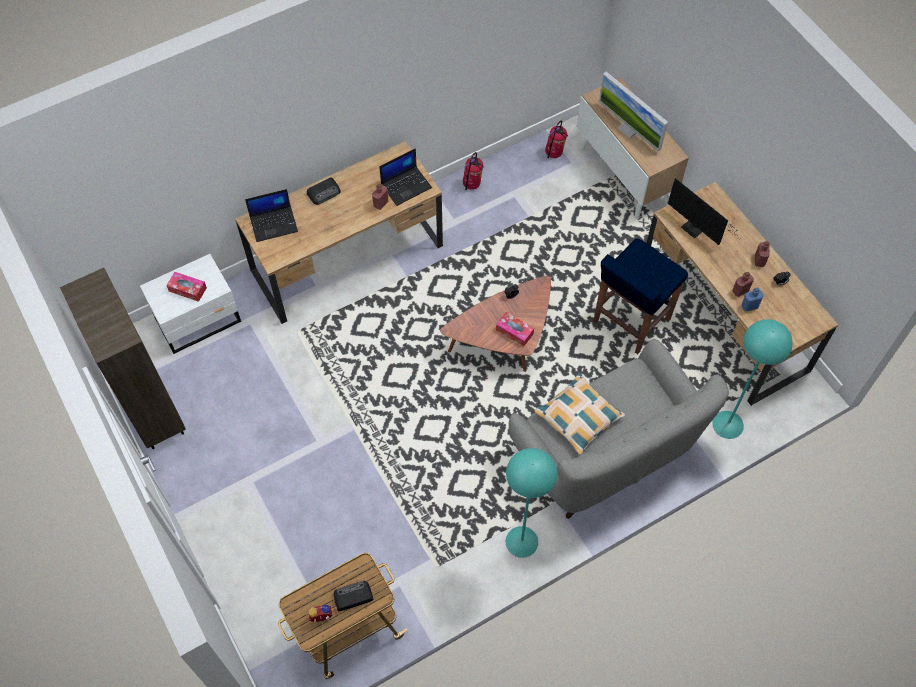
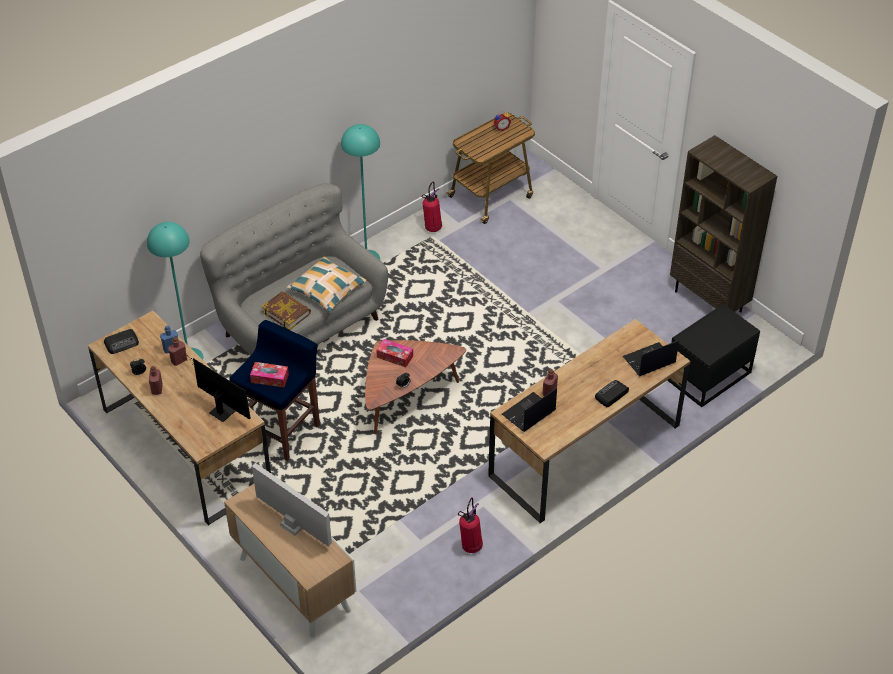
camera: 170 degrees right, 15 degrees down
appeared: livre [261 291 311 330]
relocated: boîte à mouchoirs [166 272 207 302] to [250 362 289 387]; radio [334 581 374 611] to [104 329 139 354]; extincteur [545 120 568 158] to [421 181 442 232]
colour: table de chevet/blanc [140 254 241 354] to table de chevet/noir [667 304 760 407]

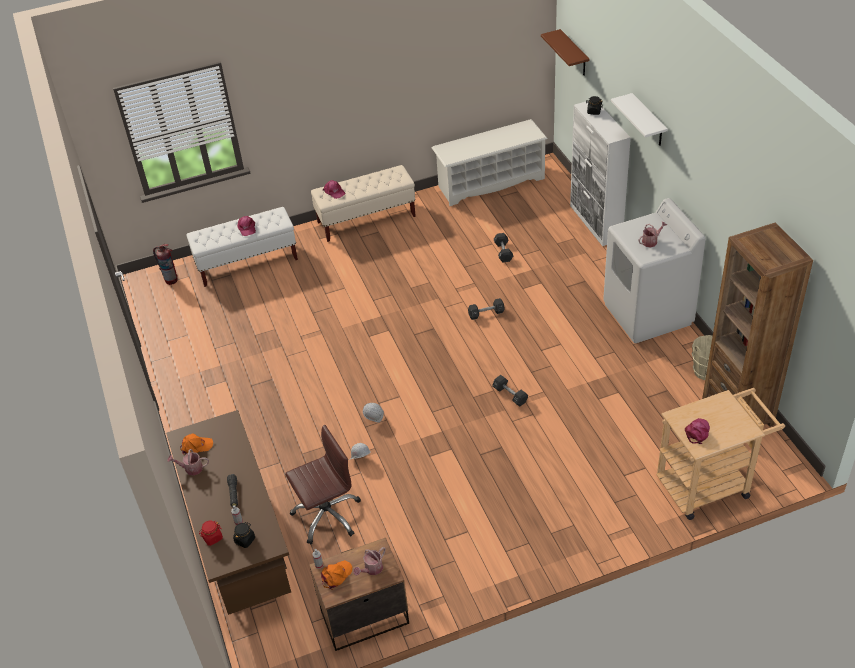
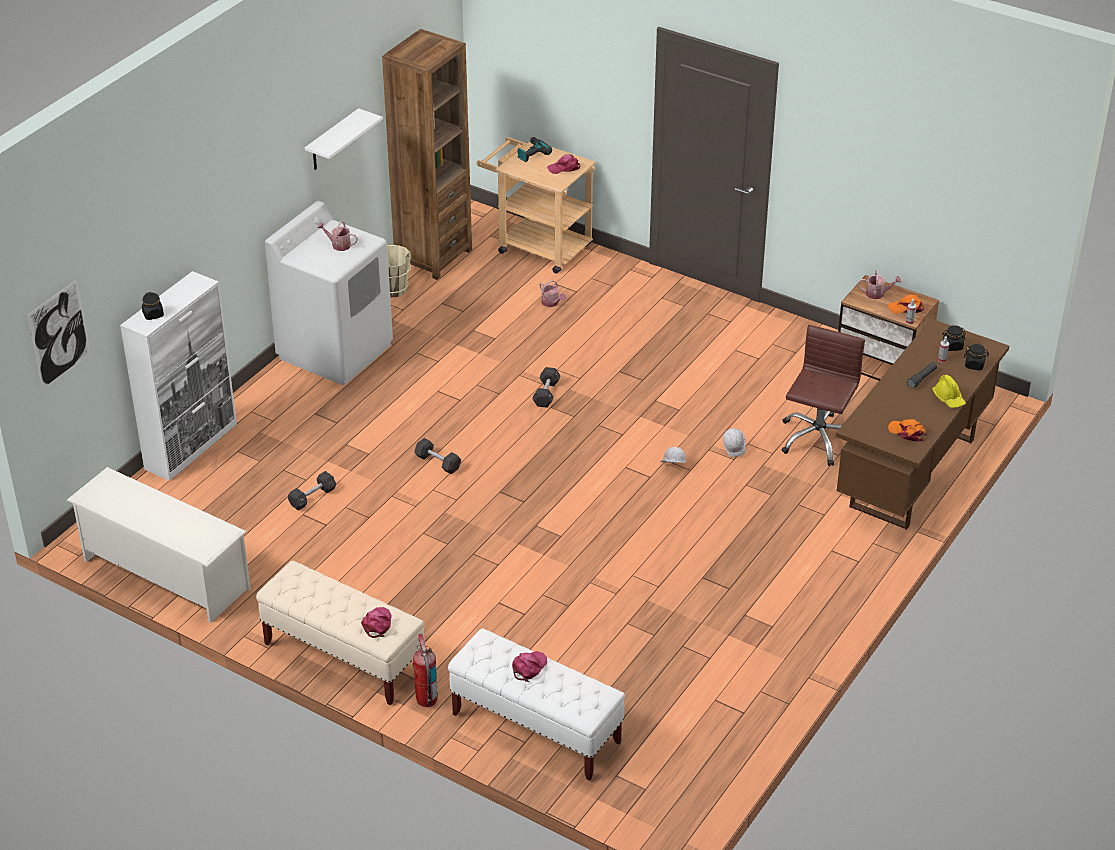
camera: 130 degrees left, 5 degrees down
appeared: perceuse [518 137 552 162]; casque de chantier/jaune [932 375 966 408]
relocated: extincteur [153 244 178 285] to [412 634 438 707]; arrosoir [167 449 209 476] to [539 280 566 307]; étagère/blanc [611 93 668 146] to [305 108 383 170]
exchanged: étagère/marron [541 29 590 76] to tableau [27 280 90 390]
colour: bocal/rouge [199 521 223 546] to bocal/noir [964 344 989 370]
spun: chaise de bureau/marron [285 424 361 544] = [782 325 865 466] 90 degrees clockwise

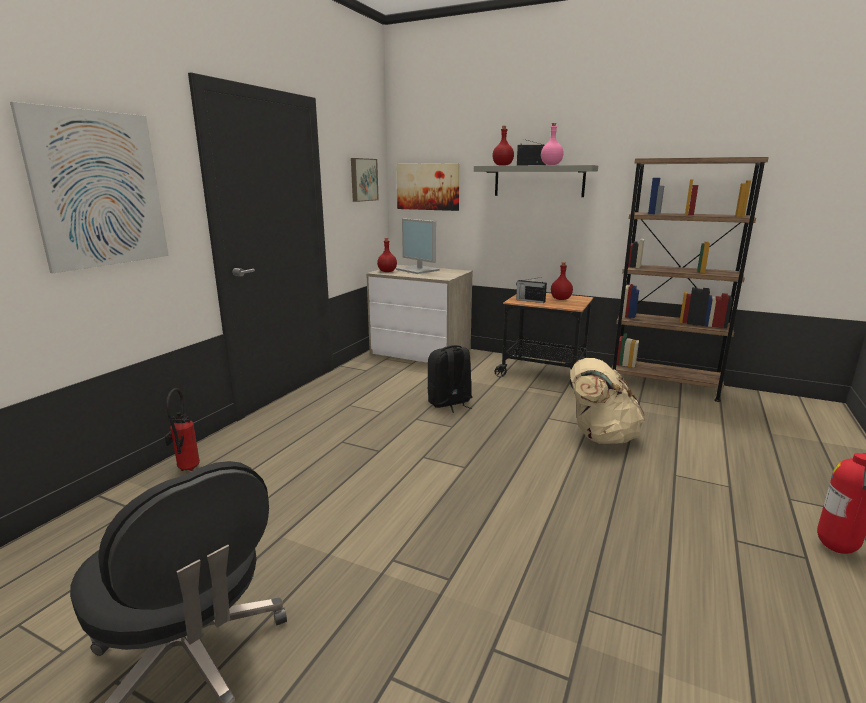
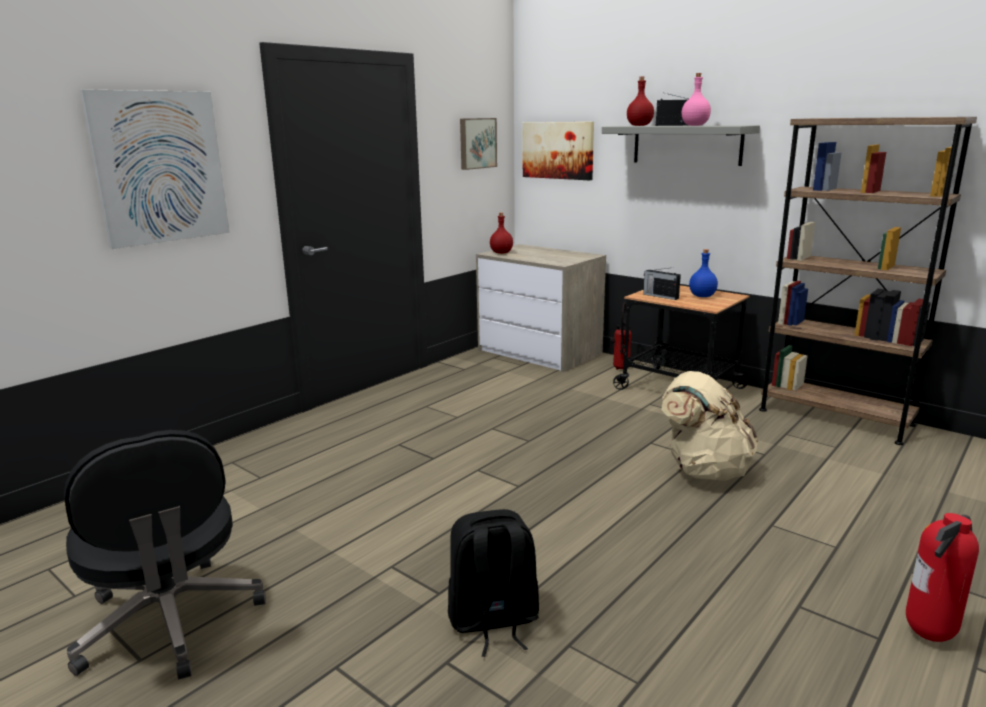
camera: 15 degrees right, 0 degrees up
missing: écran d'ordinateur [396 218 440 274]
relocated: extincteur [165 388 200 471] to [610 302 632 370]; sac à dos/noir [428 345 472 413] to [448 509 539 657]
colour: bouteille/rouge [551 262 573 300] to bouteille/bleu [689 249 718 297]

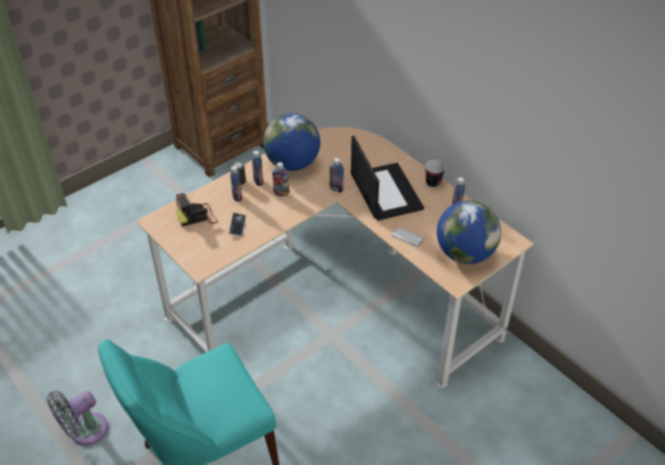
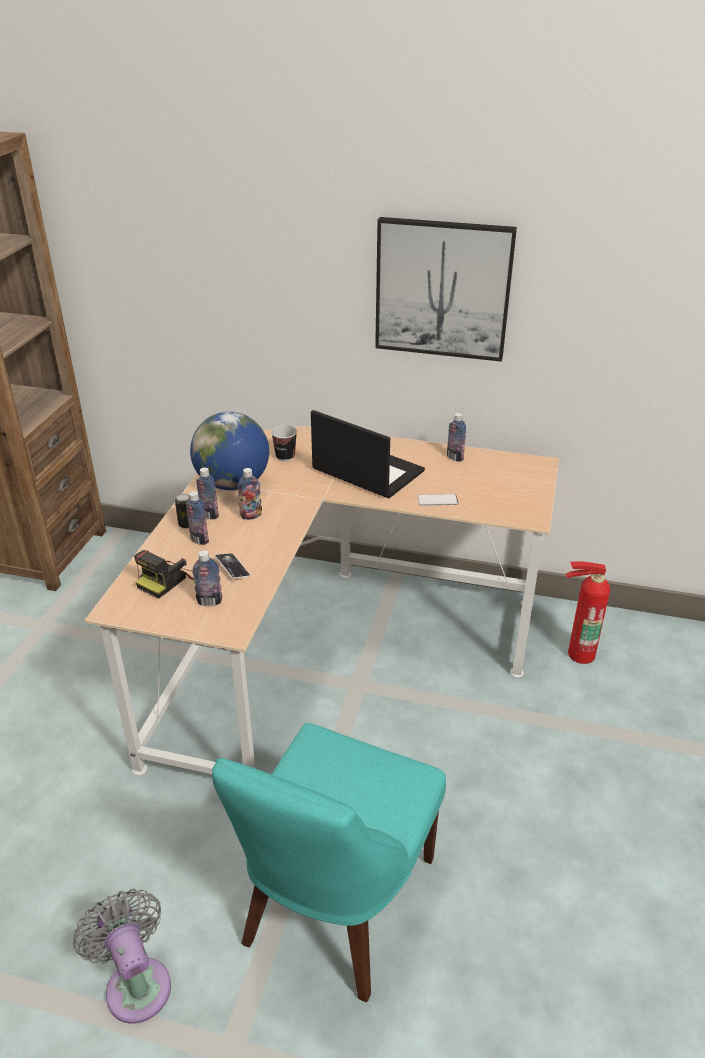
camera: 35 degrees left, 10 degrees down
missing: globe [437 200 501 264]
appeared: tableau [375 217 517 362]; extincteur [566 561 610 664]
relocated: bouteille [330 158 344 192] to [192 550 223 606]; tasse [425 159 446 188] to [271 425 297 461]
spun: ventilateur/gris [47 391 108 446] = [73 889 171 1024] 135 degrees clockwise

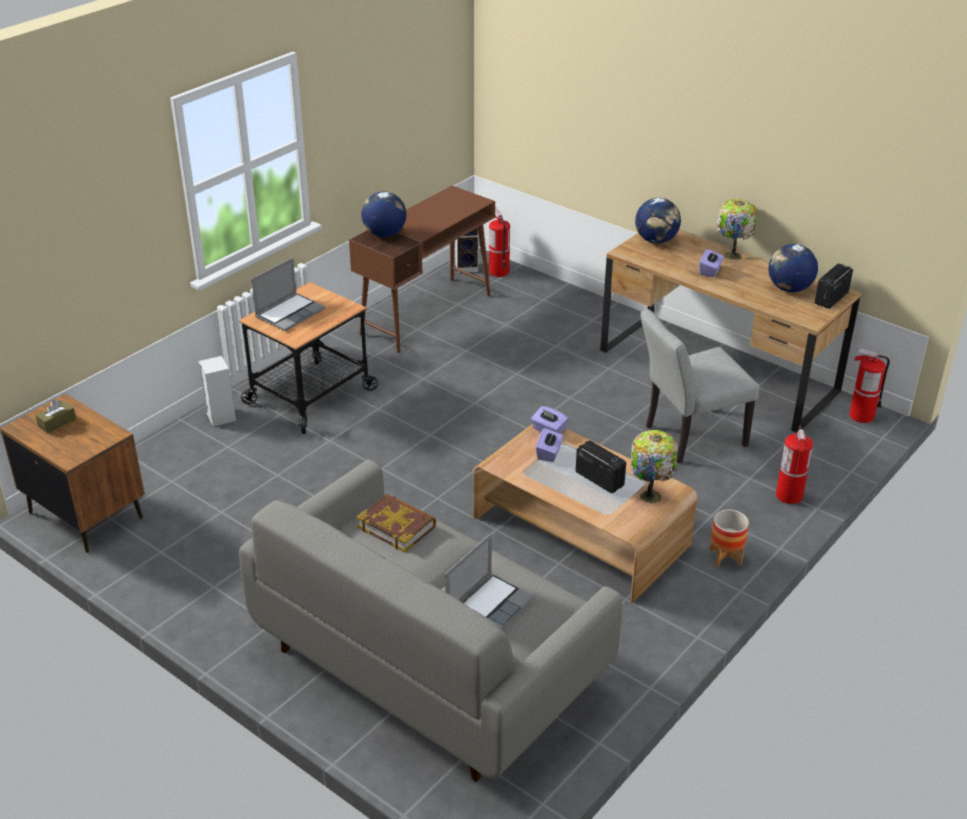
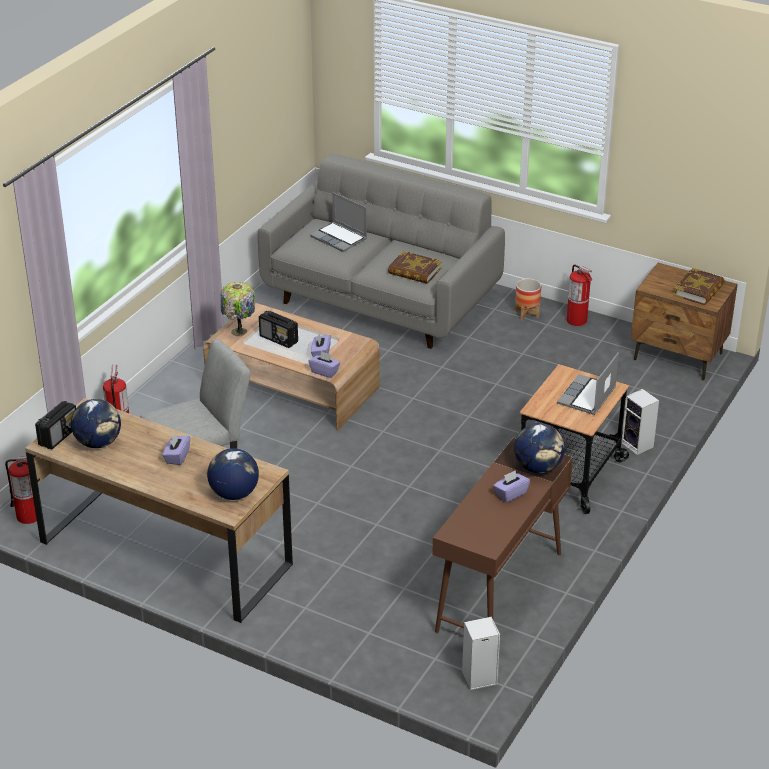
camera: 170 degrees right, 0 degrees up
missing: lampe de table [716 199 757 260]
appeared: boîte à mouchoirs/violet [493 470 530 503]
relocated: extincteur [489 207 510 277] to [567 264 592 326]; cache-pot [710 510 749 567] to [515 278 541 321]
exchanged: boîte à mouchoirs/marron [35 399 76 433] to livre [674 268 725 305]
spun: ordinateur portable [445 533 534 629] = [310 192 367 252] 75 degrees counterclockwise

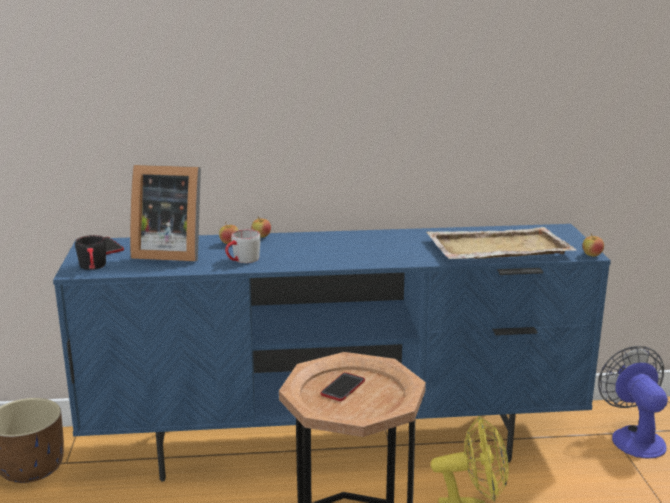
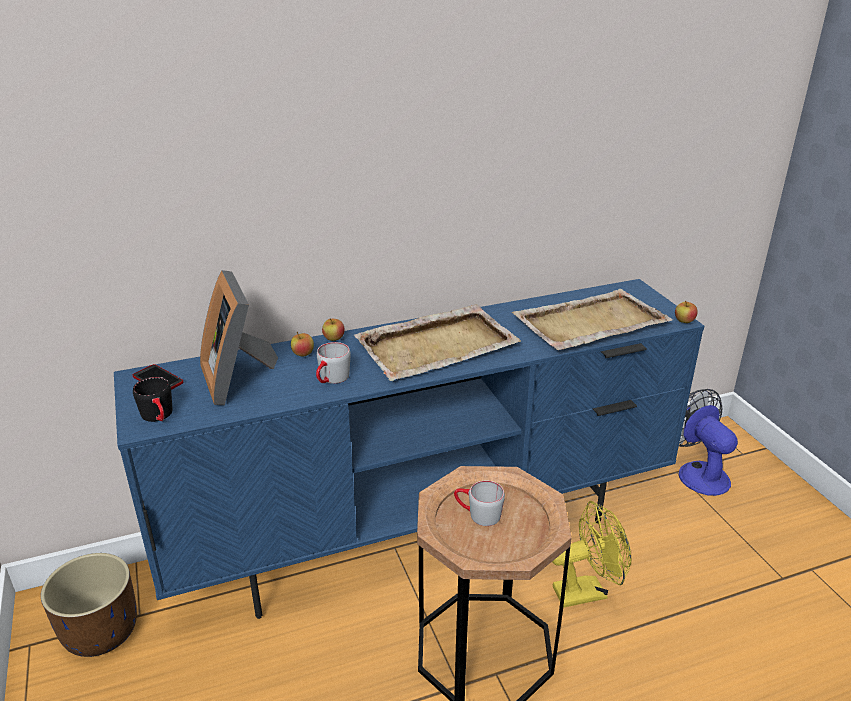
camera: 15 degrees left, 10 degrees up
appeared: plateau/beige [354 304 521 381]
exchanged: téléphone [320 372 365 401] to mug/gris [454 481 505 526]
spun: cadre photo [130 165 201 261] = [200 270 278 405] 75 degrees clockwise

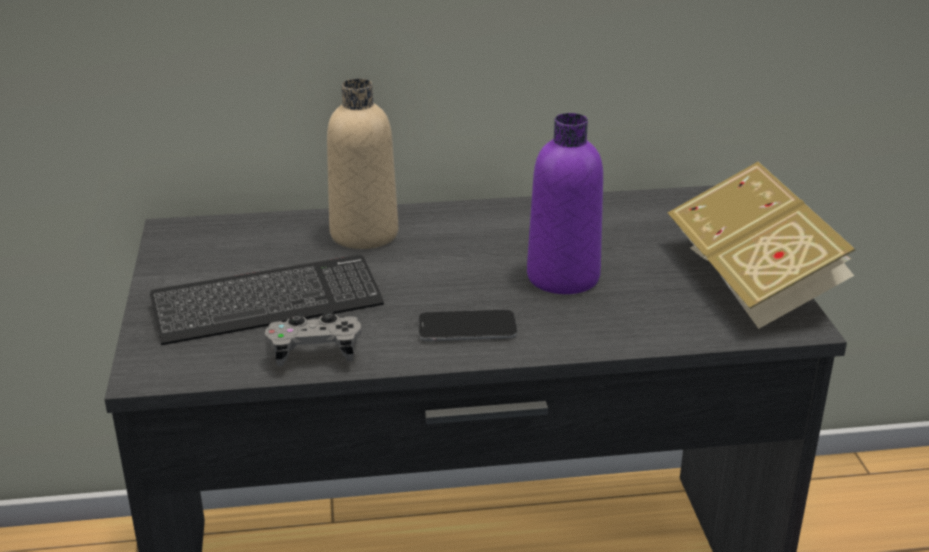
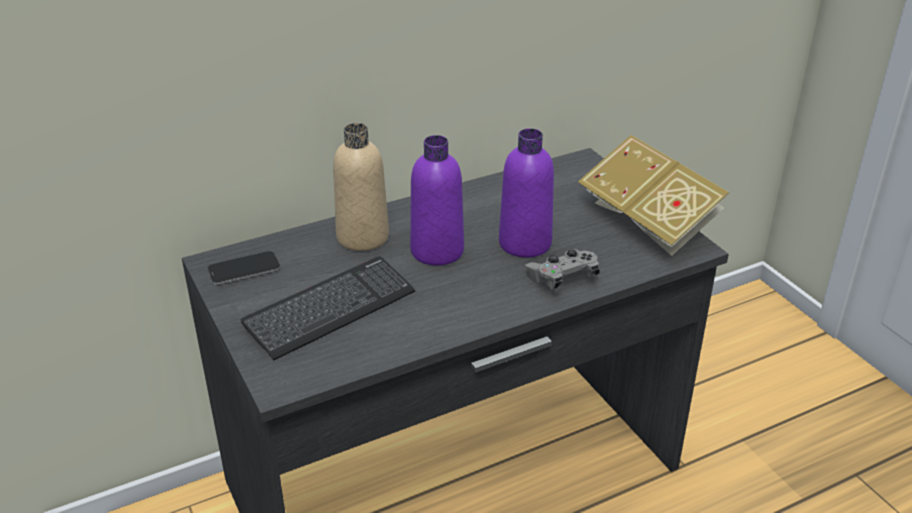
camera: 20 degrees left, 5 degrees up
appeared: bouteille/violet [410 135 464 265]
relocated: manette/gris [265 312 362 366] to [524 249 600 293]; téléphone [418 310 517 341] to [207 251 280 285]

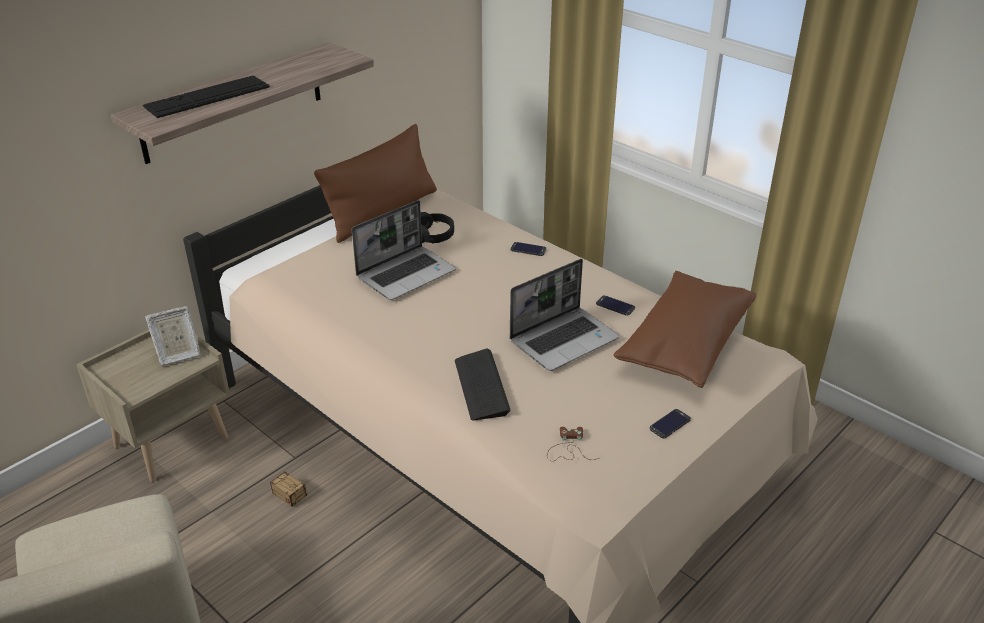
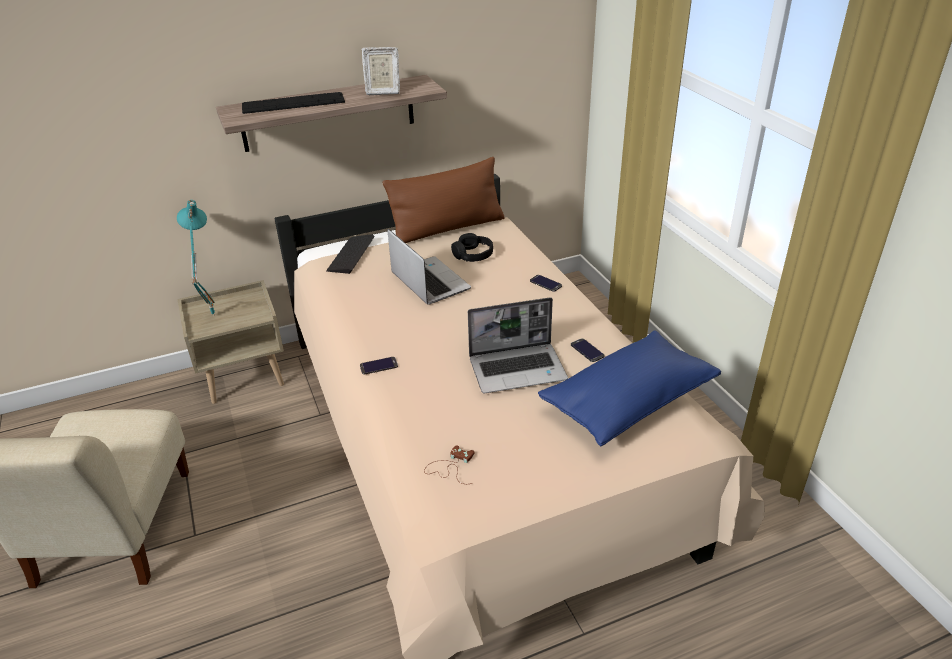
camera: 25 degrees right, 0 degrees up
missing: boîte de rangement [270 472 330 507]
appeared: lampe de table/turquoise [177 200 215 315]
relocated: cadre photo [145 306 201 366] to [362 47 400 95]; clavier [455 349 511 421] to [326 234 374 274]; téléphone [650 409 691 438] to [360 357 398 375]
colour: coussin/marron [614 271 757 388] to coussin/bleu [538 330 721 446]
spun: ordinateur portable [352 200 456 300] = [387 229 471 305] 105 degrees counterclockwise

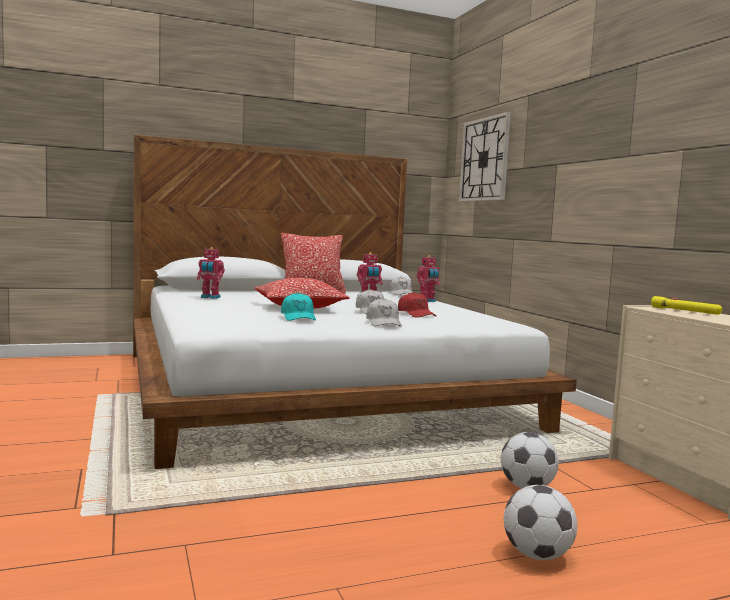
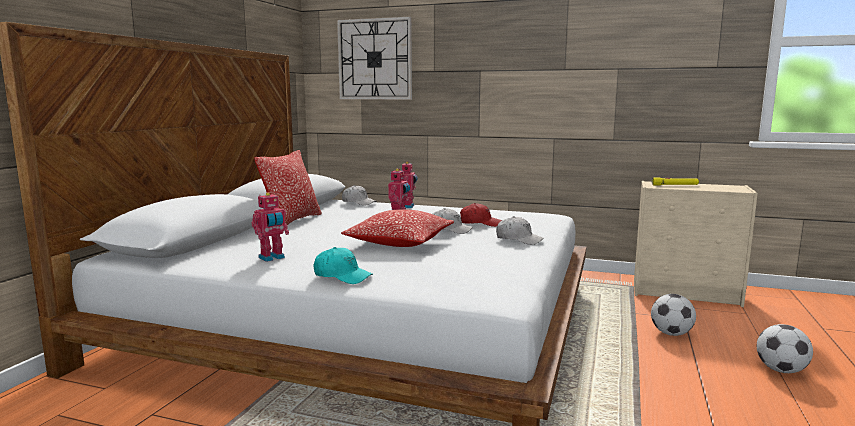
camera: 50 degrees left, 5 degrees up
relocated: casquette/turquoise [281 292 316 321] to [314 247 373 284]

